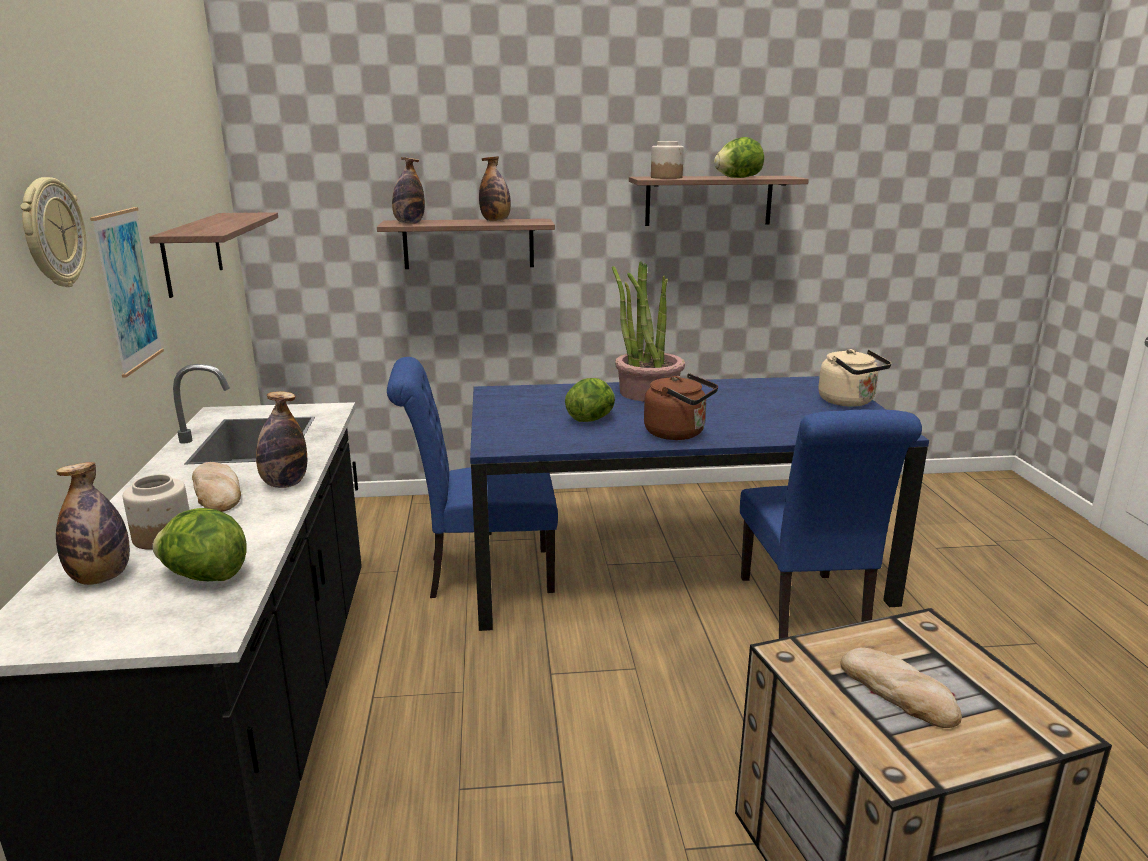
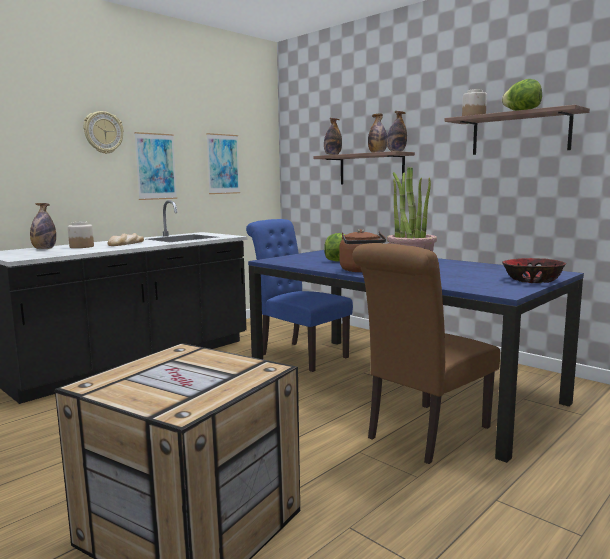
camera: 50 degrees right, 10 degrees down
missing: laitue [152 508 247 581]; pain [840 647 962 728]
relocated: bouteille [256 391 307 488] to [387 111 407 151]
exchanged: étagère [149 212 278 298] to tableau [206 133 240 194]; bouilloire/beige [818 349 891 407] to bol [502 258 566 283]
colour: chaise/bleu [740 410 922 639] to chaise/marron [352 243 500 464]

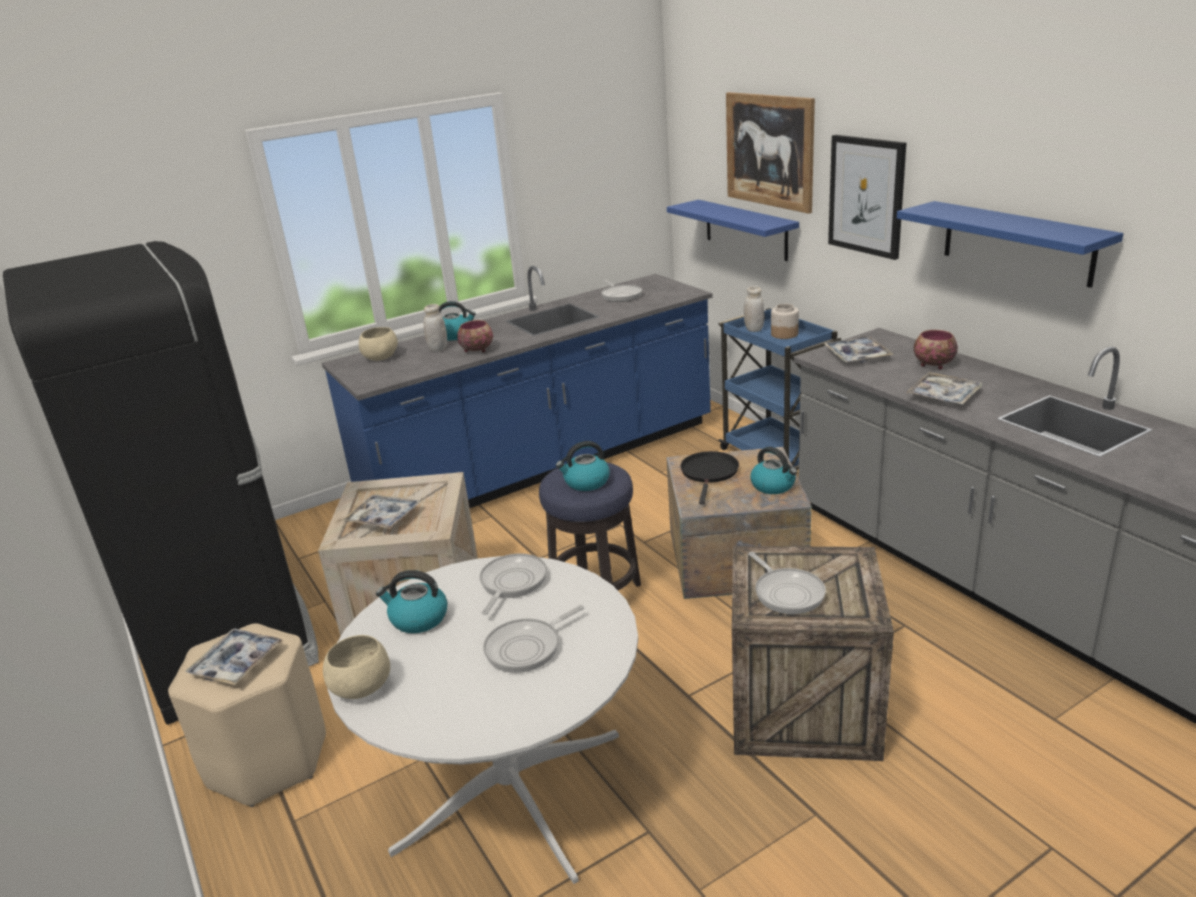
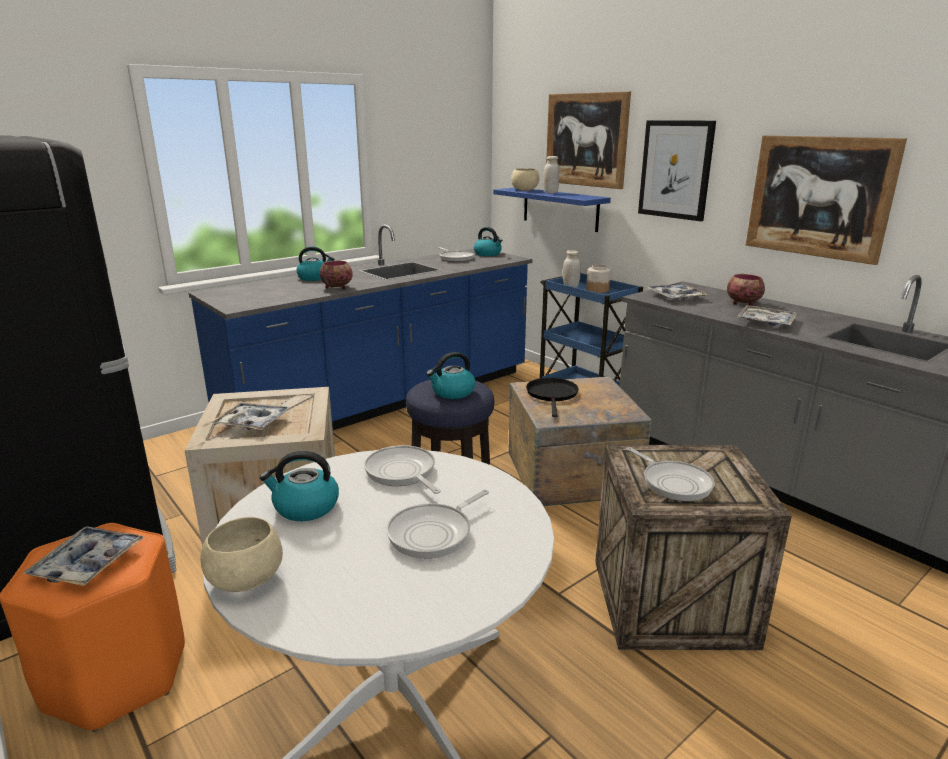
camera: 10 degrees left, 5 degrees down
relocated: bol/beige [359 327 398 361] to [511 168 540 191]; bocal/blanc [424 304 447 352] to [543 156 559 193]; bouilloire [750 447 797 494] to [474 227 503 256]
exchanged: étagère/bleu [897 201 1123 288] to tableau [745 135 907 265]
colour: tabouret/beige [168 623 326 807] to tabouret/orange [0 523 185 732]
spun: poêle [480 553 547 615] = [364 445 441 494] 45 degrees counterclockwise

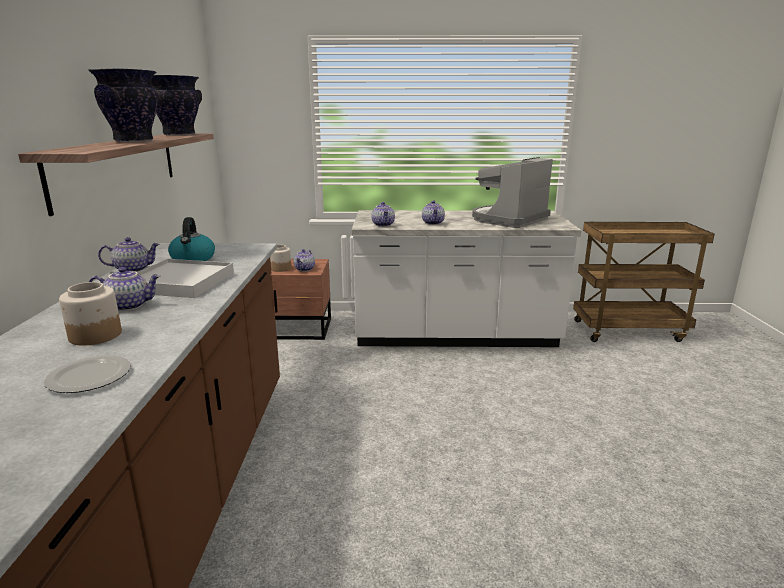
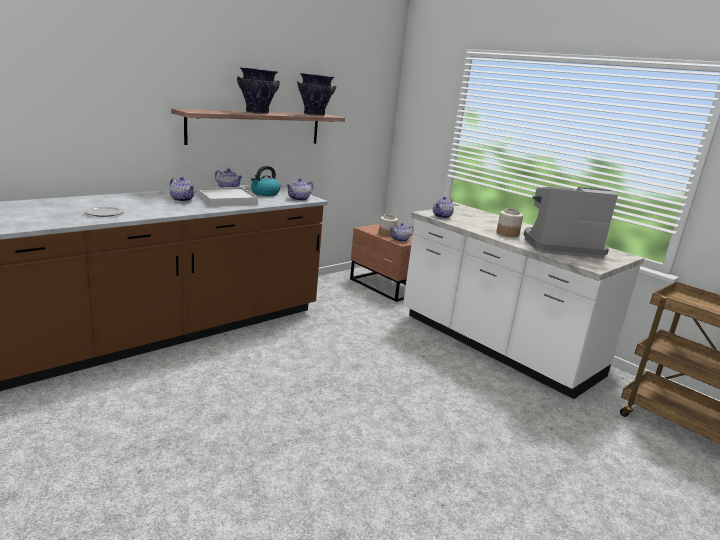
camera: 45 degrees right, 0 degrees up
relocated: bocal [59 282 122 346] to [497 208 523 237]; théière [422 201 445 225] to [286 178 314 201]

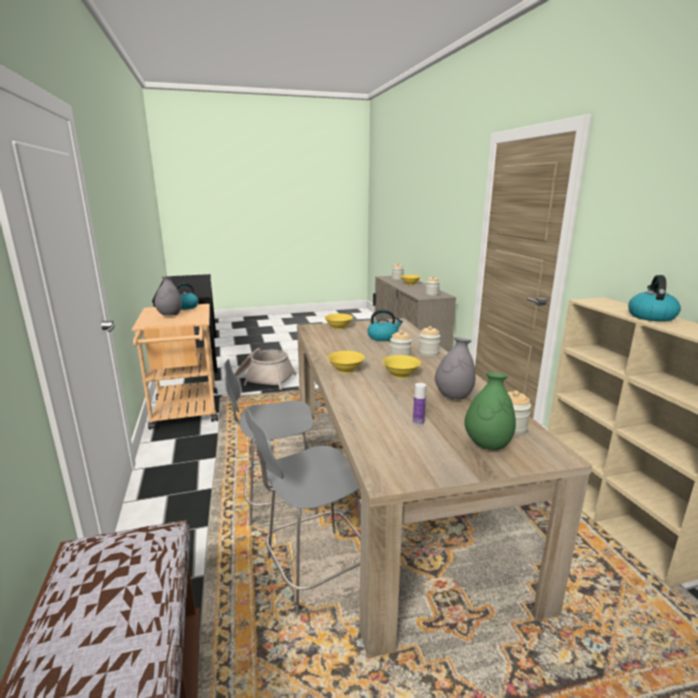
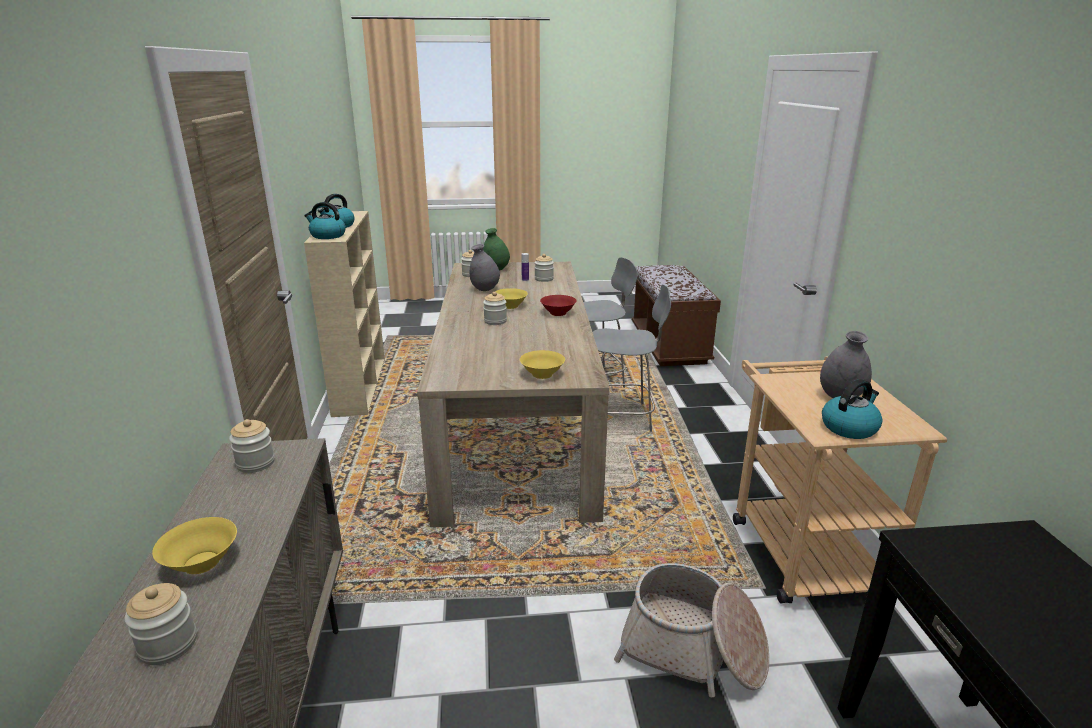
camera: 170 degrees left, 5 degrees up
relocated: bouilloire [367 309 403 341] to [304 202 346 239]; bocal [418 326 440 356] to [534 254 554 282]
colour: bol/jaune [327 351 365 373] to bol/rouge [540 295 577 316]

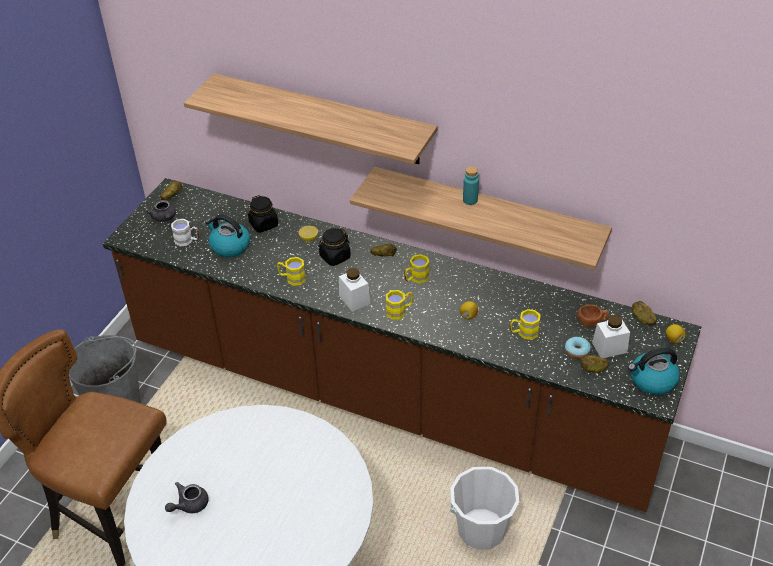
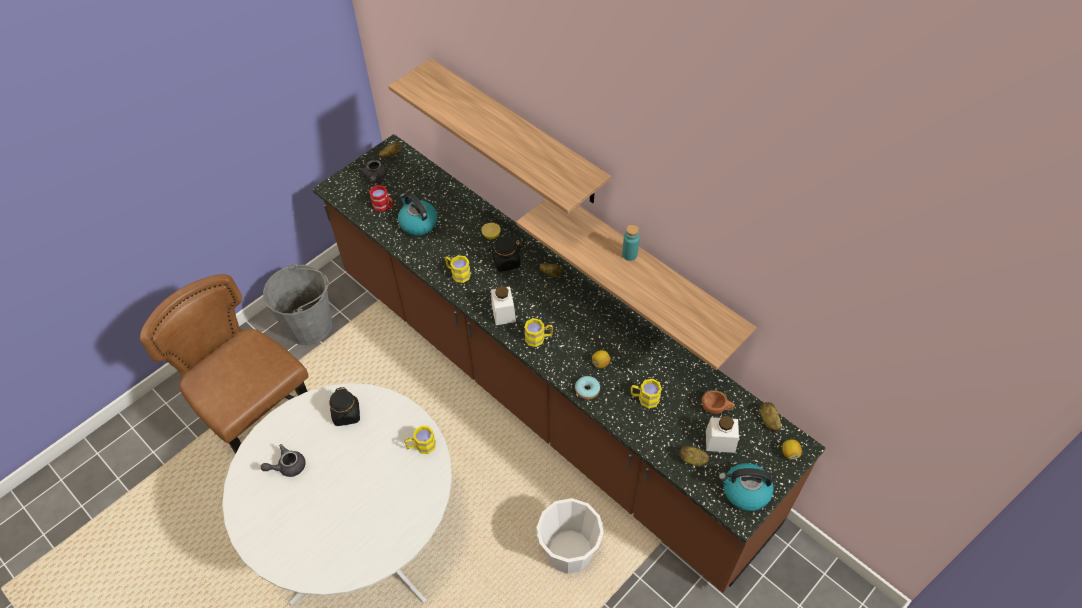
camera: 20 degrees right, 10 degrees up
relocated: bocal/noir [248 195 278 233] to [329 387 360 426]; mug/jaune [404 254 429 284] to [405 426 436 454]; beignet [565 337 591 359] to [575 376 600 399]
colour: mug/blanc [171 219 199 247] to mug/rouge [369 185 394 211]

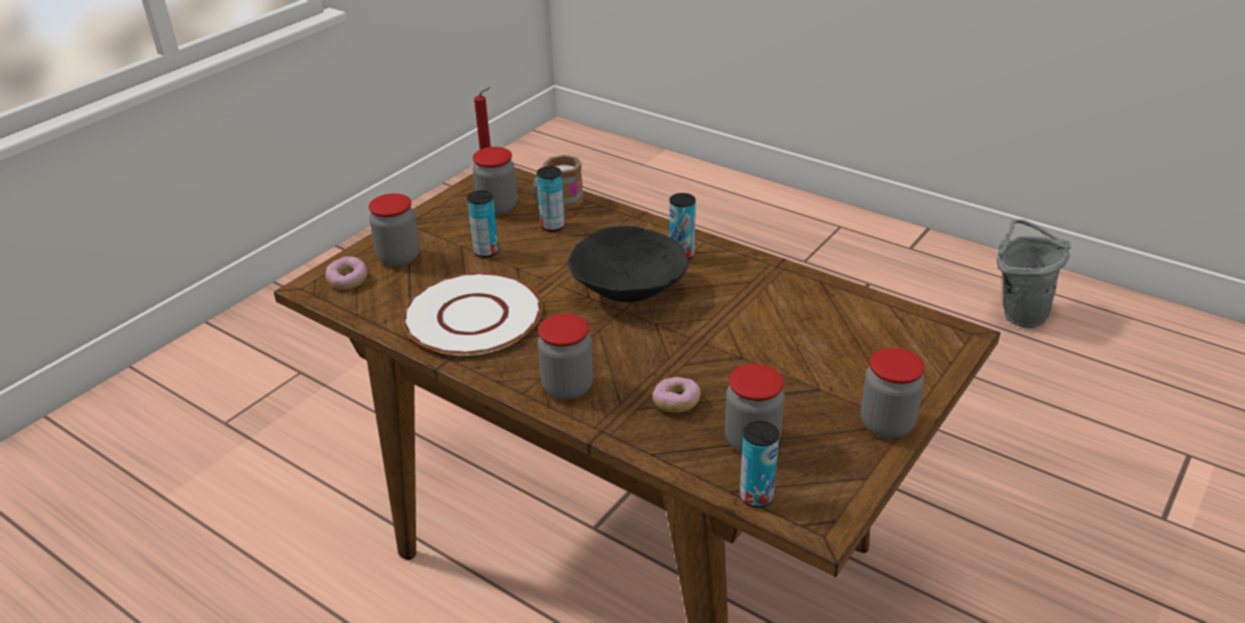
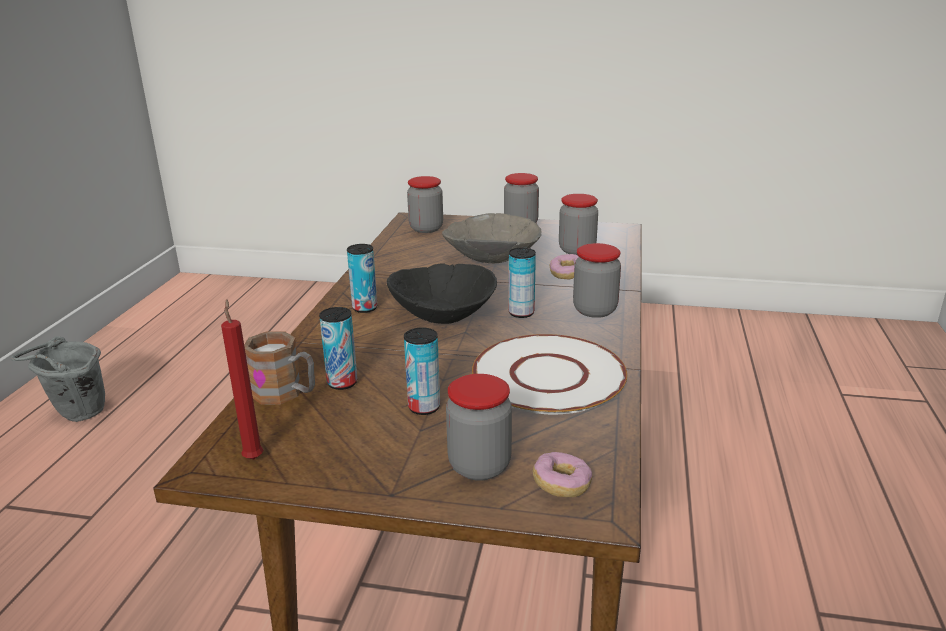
camera: 115 degrees left, 10 degrees down
appeared: bol/gris [442 213 541 263]
relocated: bocal [472 147 517 215] to [407 176 443 233]; boîte métallique [740 421 779 508] to [509 247 536 318]

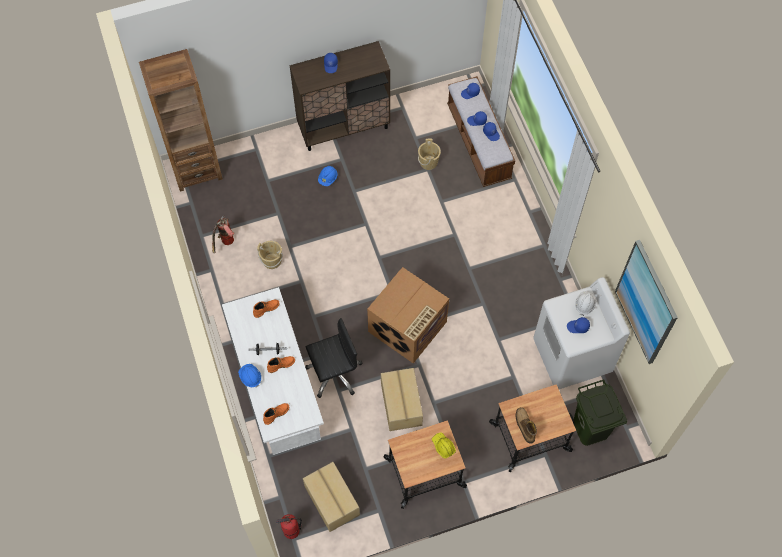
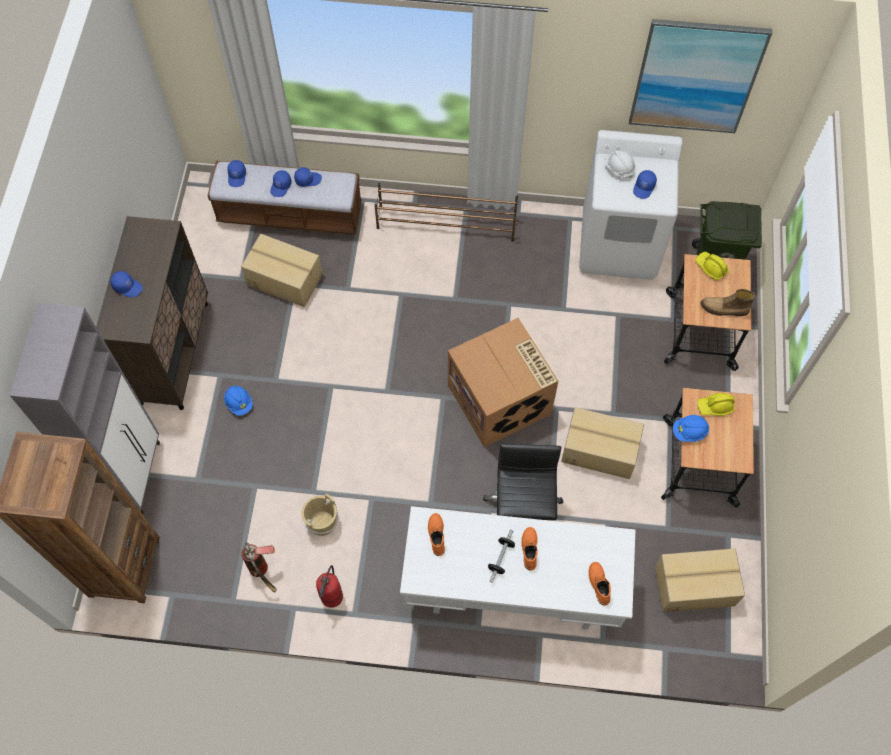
camera: 65 degrees left, 0 degrees up
appeared: meuble de rangement/gris [10 303 160 514]; étagère à chaussures/marron [374 183 518 242]; casque de chantier/jaune [695 252 729 280]
relocated: casque de chantier/bleu [238 364 261 387] to [673 415 709 442]; extincteur [276 514 302 539] to [316 565 343 608]
exchanged: seau/beige [418 139 441 170] to carton [241 234 323 307]

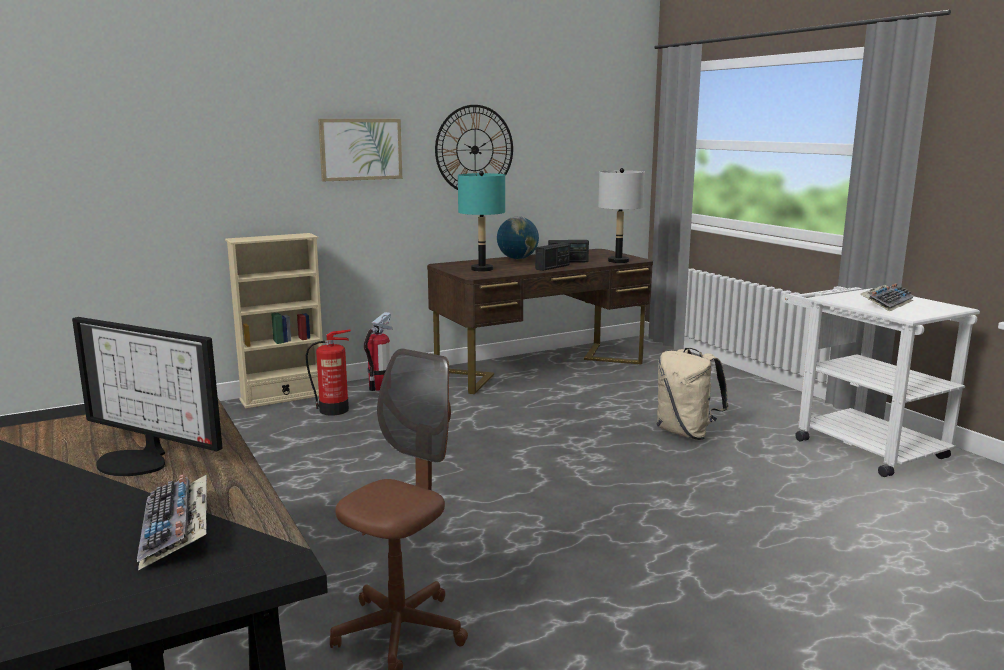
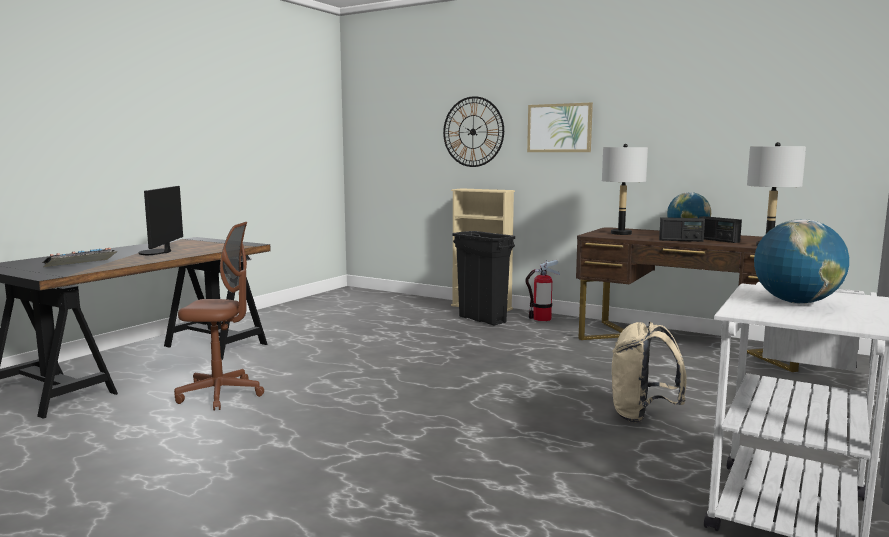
camera: 60 degrees right, 5 degrees down
relocated: horloge murale [435 105 513 190] to [443 96 504 167]
exchanged: extincteur [306 330 351 416] to poubelle/noir [452 231 515 326]; clavier [860 283 914 312] to globe [754 219 849 304]
colour: lampe de table/turquoise [458 171 505 271] to lampe de table/gris [602 144 648 235]

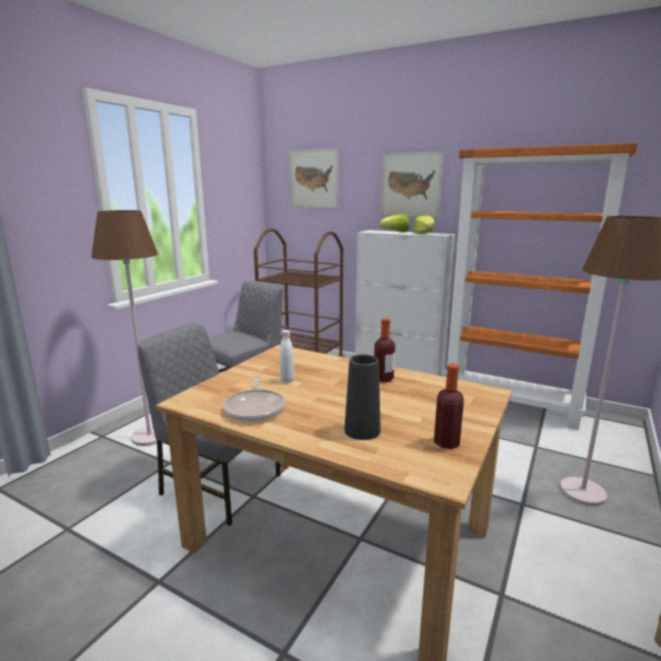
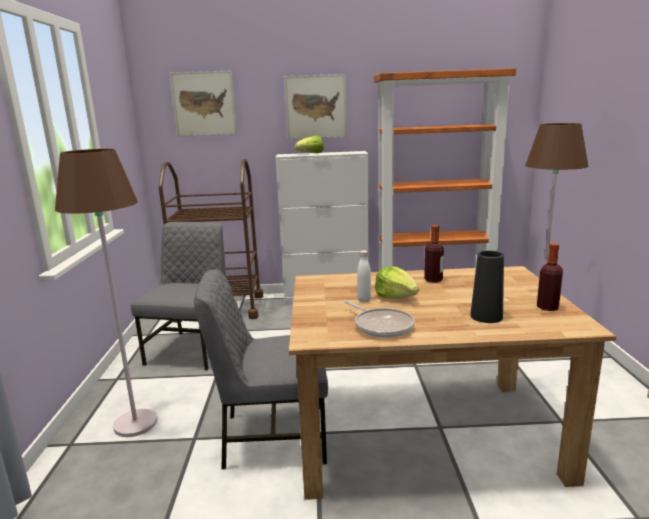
camera: 30 degrees left, 0 degrees up
relocated: laitue [413 215 435 234] to [375 266 419 299]

